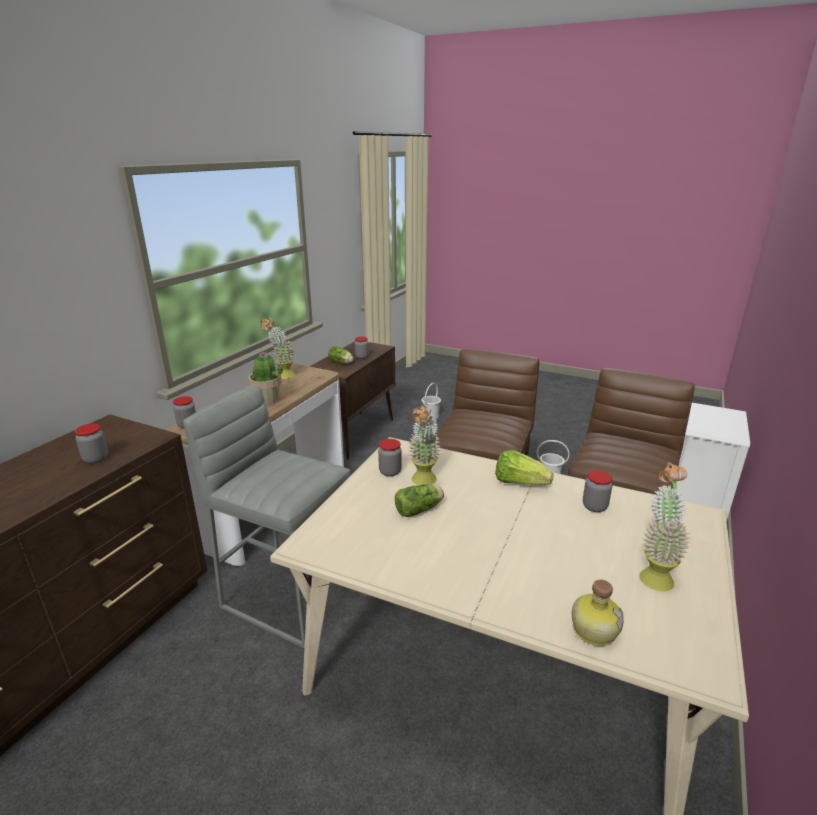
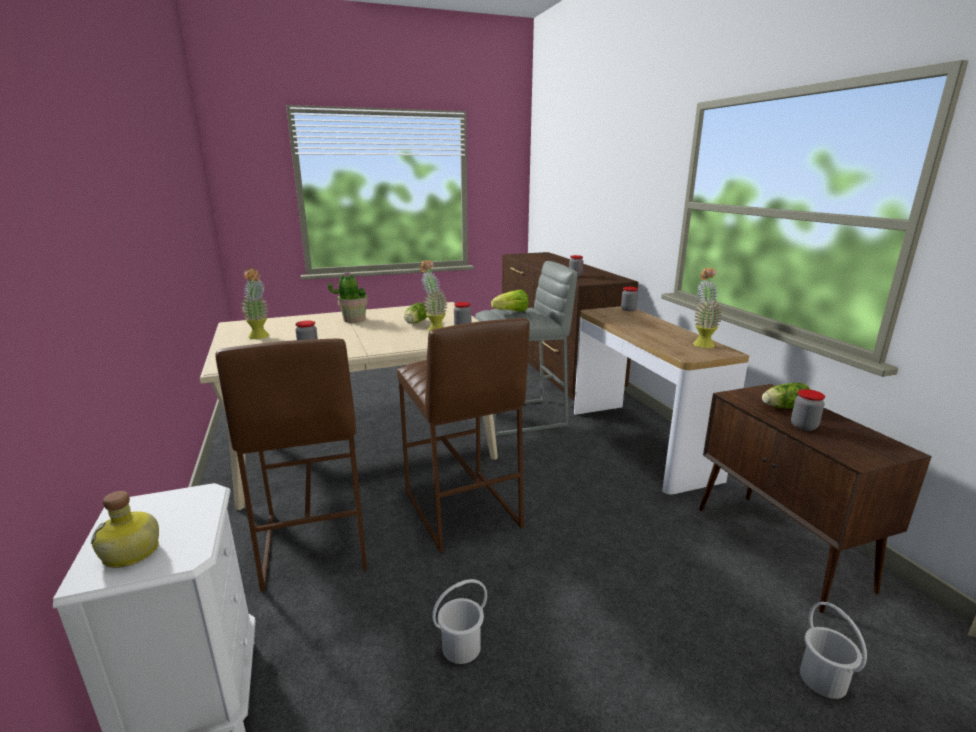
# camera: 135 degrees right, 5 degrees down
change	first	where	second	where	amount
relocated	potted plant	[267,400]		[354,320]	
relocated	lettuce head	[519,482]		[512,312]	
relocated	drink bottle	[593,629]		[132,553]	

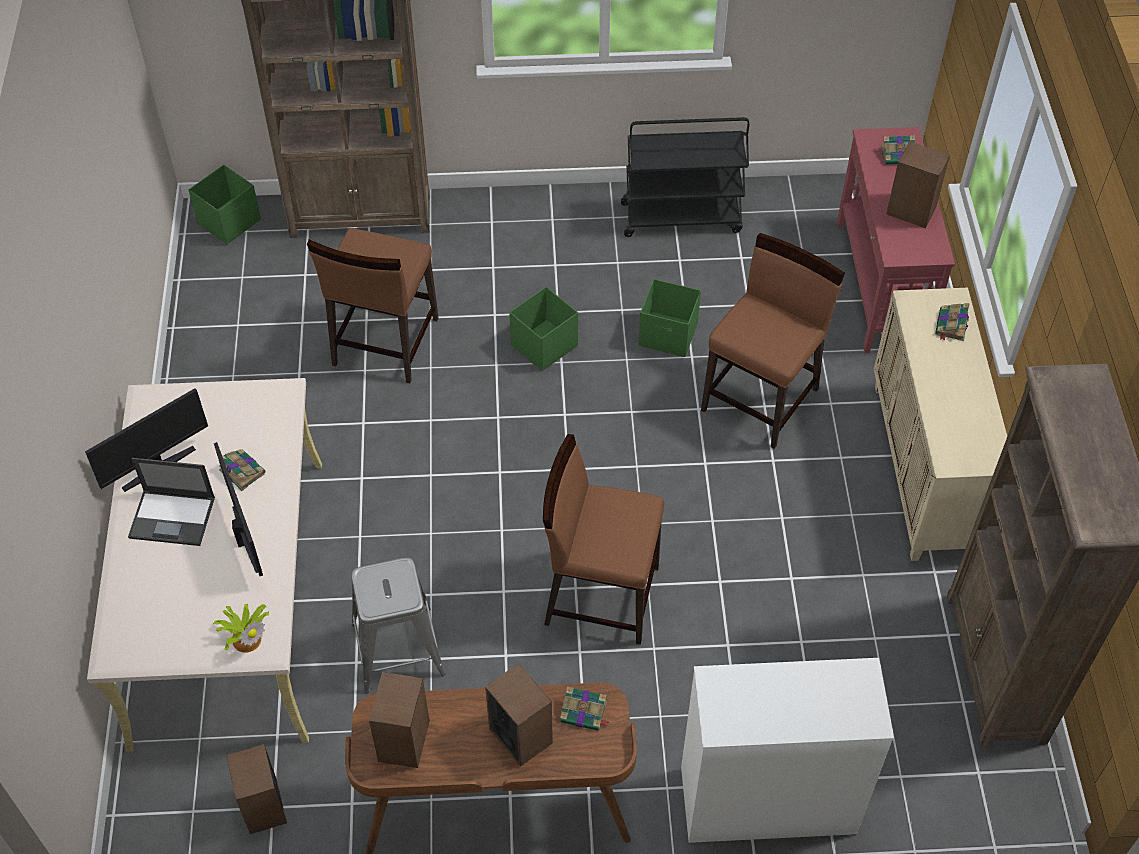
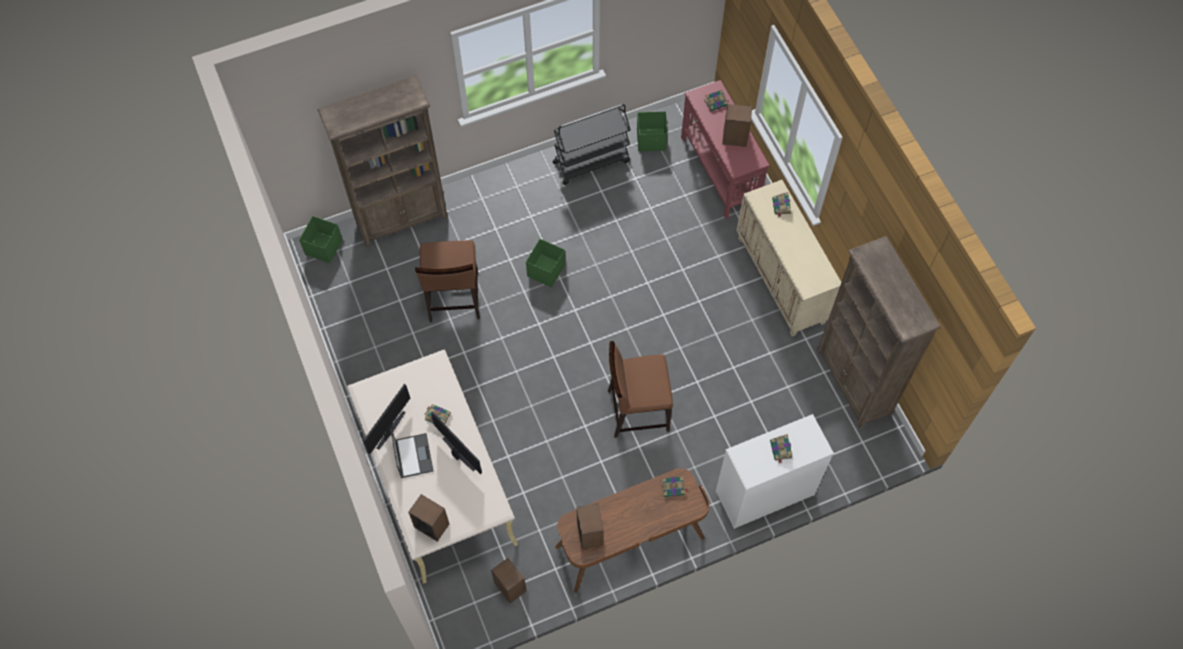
# camera: 20 degrees left, 10 degrees up
change	first	where	second	where	amount
missing	potted plant	[246,637]			
missing	stool (grey)	[397,649]			
missing	chair (brown)	[761,399]			
appeared			bound book	[781,450]	
relocated	audio speaker	[520,735]		[432,525]	
relocated	storage bin (green-coloured)	[668,335]		[651,140]	
spun	notebook computer	[173,517]		[413,455]	90 degrees counterclockwise

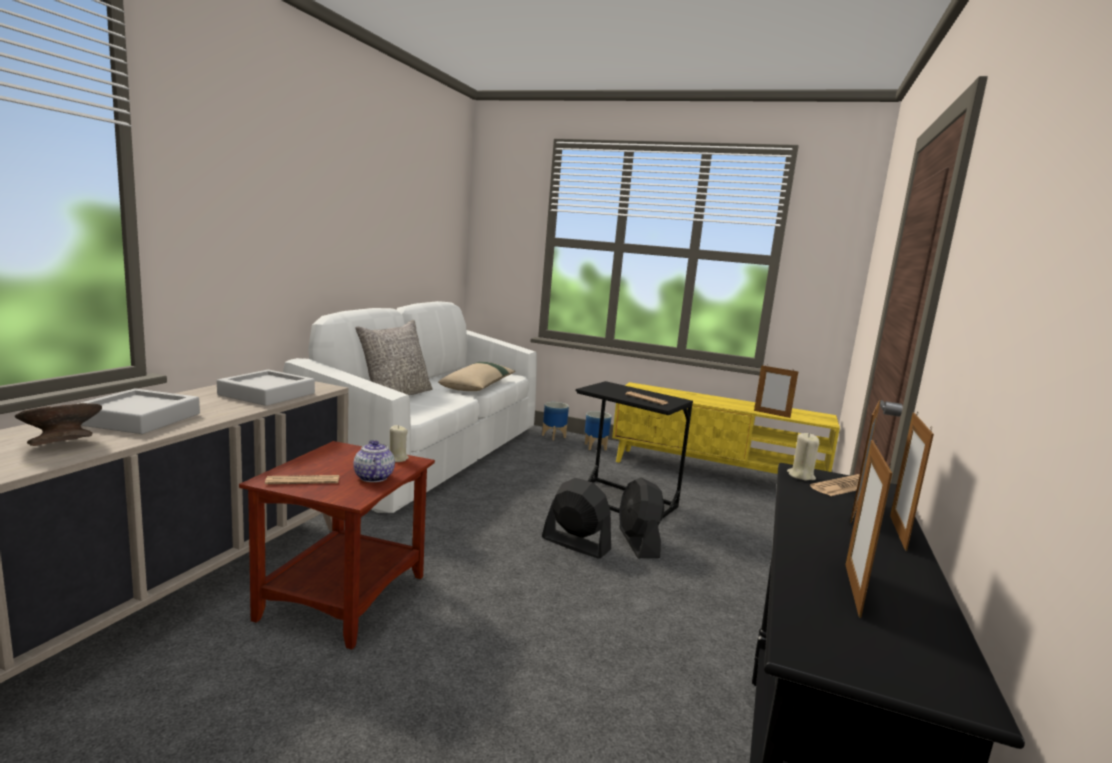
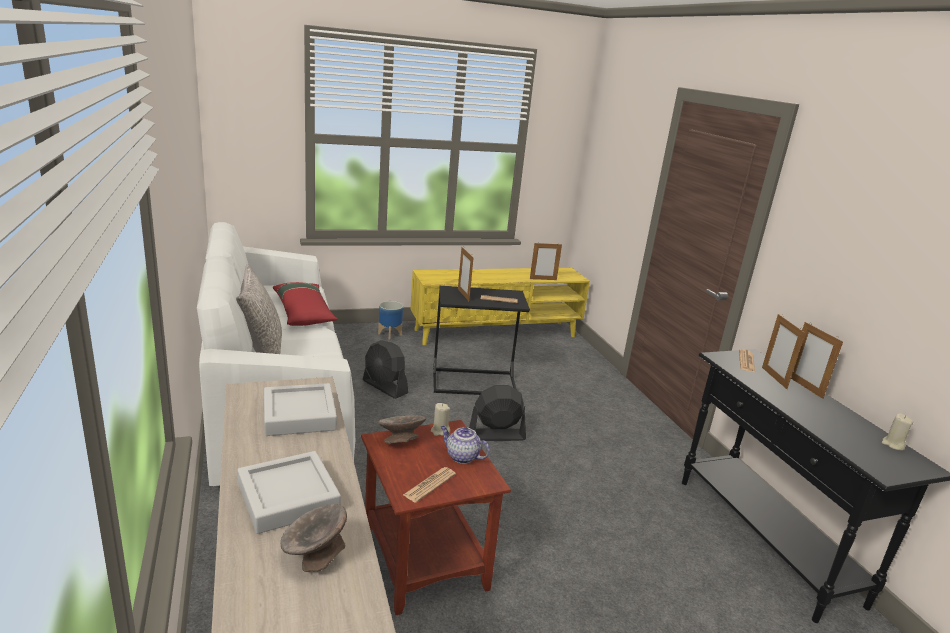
# camera: 40 degrees left, 10 degrees up
change	first	where	second	where	amount
missing	planter	[554,436]			
appeared			deep dish (grey)	[400,440]	
relocated	electric fan (blackish)	[638,542]		[385,387]	
relocated	wax candle (sand-coloured)	[801,476]		[893,444]	
relocated	standing frame	[852,589]		[463,295]	
colour	cushion (sand-coloured)	[478,386]	cushion (reddish)	[304,312]	

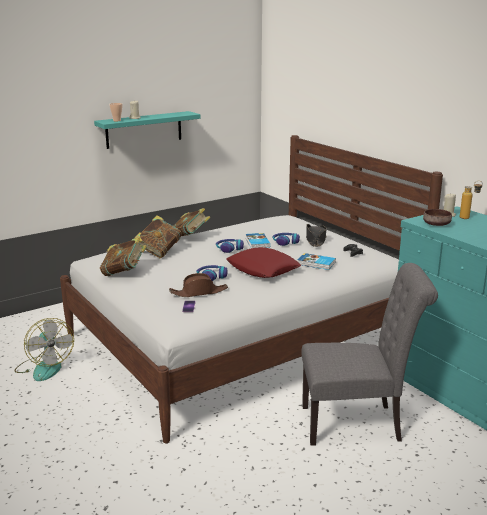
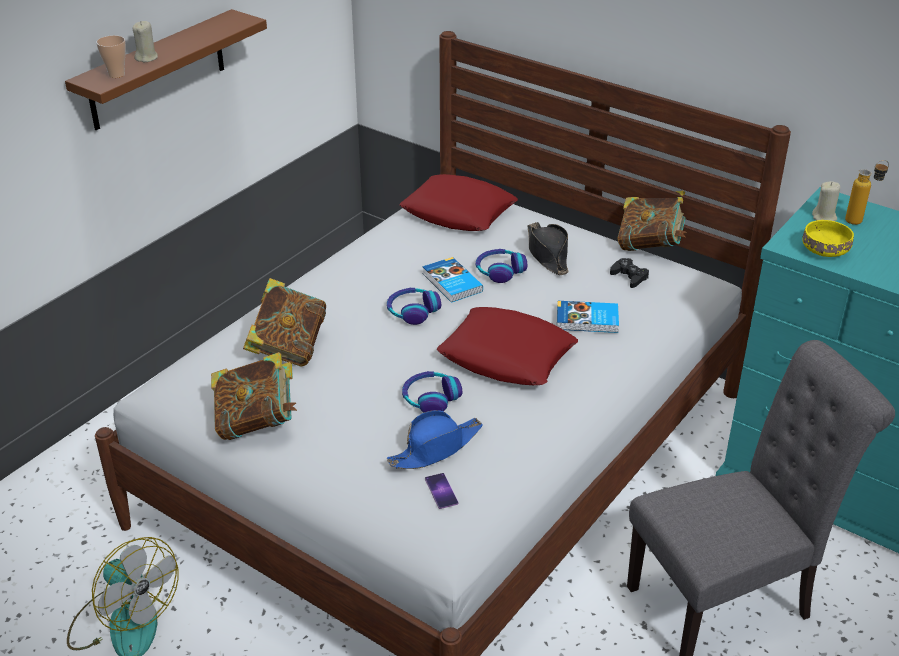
# camera: 20 degrees left, 15 degrees up
change	first	where	second	where	amount
appeared			cushion (reddish)	[458,212]	
relocated	bound book	[189,238]		[651,245]	
colour	shelf (turquoise-coloured)	[144,129]	shelf (brown)	[157,70]	
colour	clothing hat (brown)	[199,292]	clothing hat (blue)	[436,448]	
colour	deep dish (brown)	[436,224]	deep dish (yellow)	[824,250]	

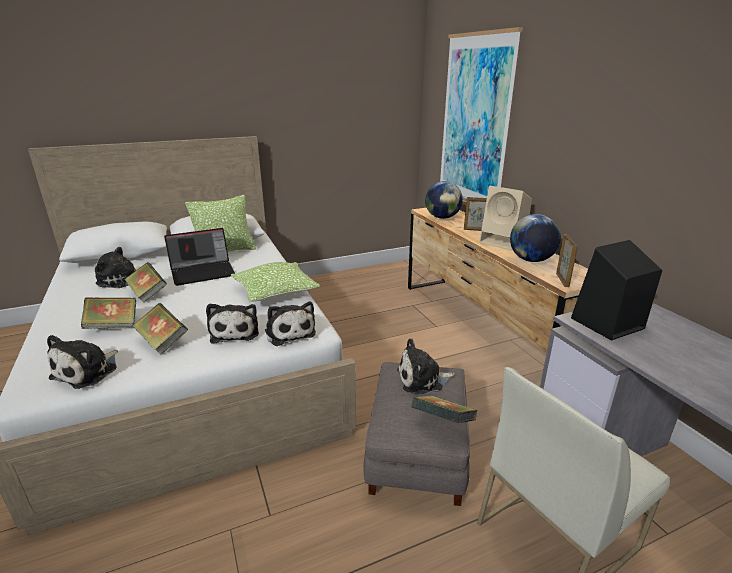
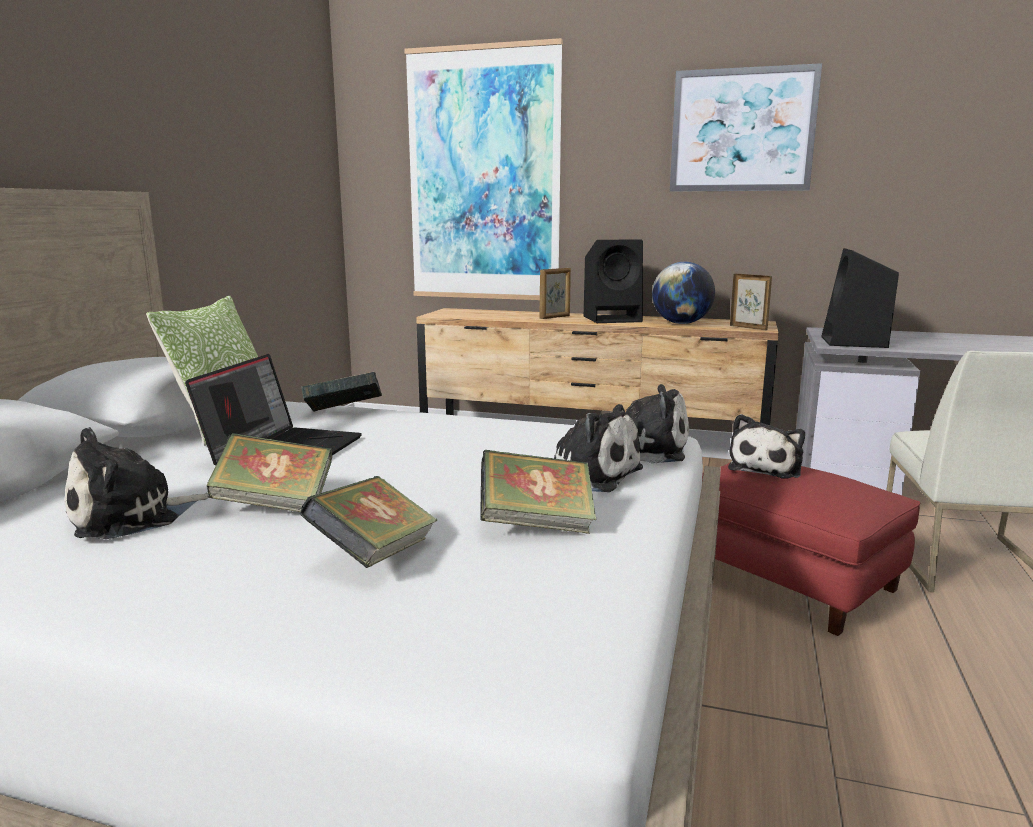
# camera: 50 degrees left, 10 degrees down
change	first	where	second	where	amount
missing	cuddly toy	[88,371]			
missing	cushion	[275,292]			
missing	desk globe	[442,217]			
appeared			picture	[742,130]	
relocated	bound book	[442,422]		[344,414]	
colour	footrest (grey)	[416,453]	footrest (reddish)	[784,580]	
colour	audio speaker (sand-coloured)	[503,242]	audio speaker (blackish)	[613,319]	

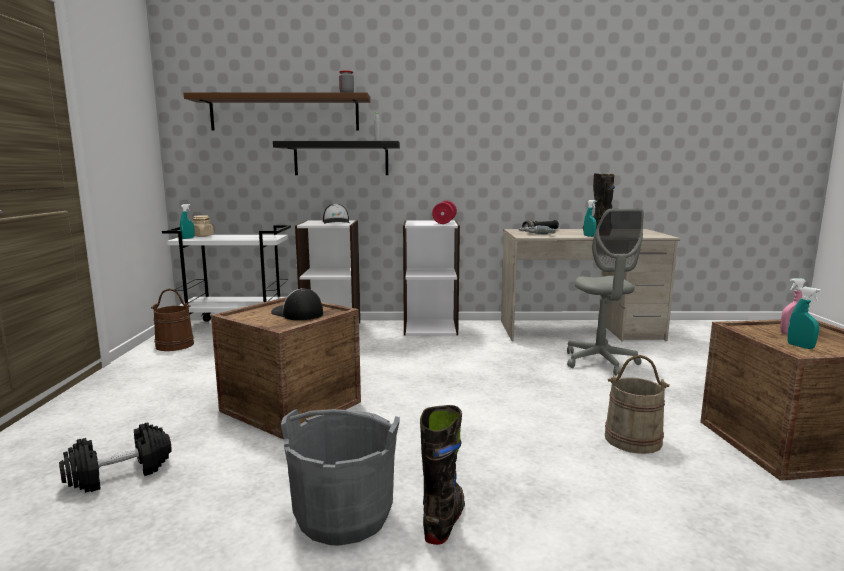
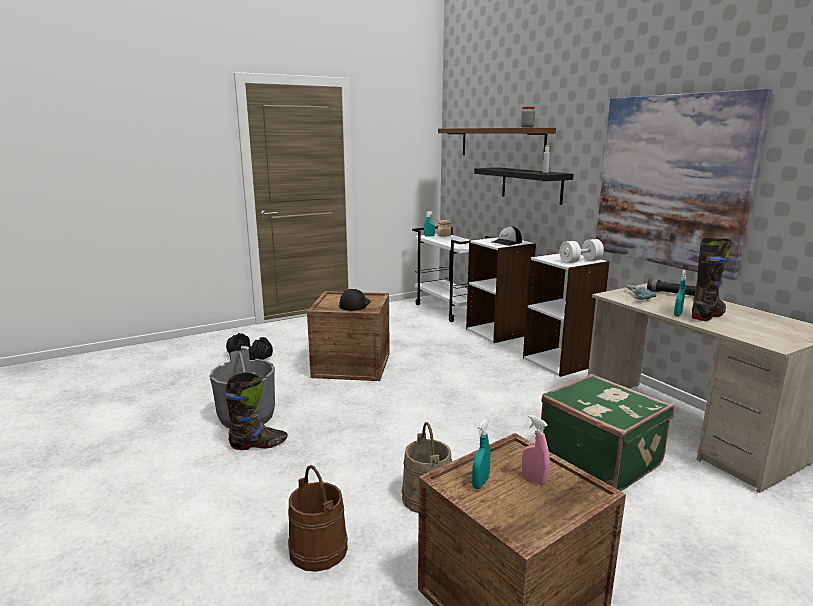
# camera: 60 degrees right, 5 degrees up
change	first	where	second	where	amount
appeared			picture	[671,181]	
relocated	bucket (brown)	[174,345]		[318,549]	
exchanged	office chair (grey)	[600,362]	piece of luggage (green-coloured)	[600,457]	
colour	dumbbell (reddish)	[444,222]	dumbbell (white)	[580,261]	

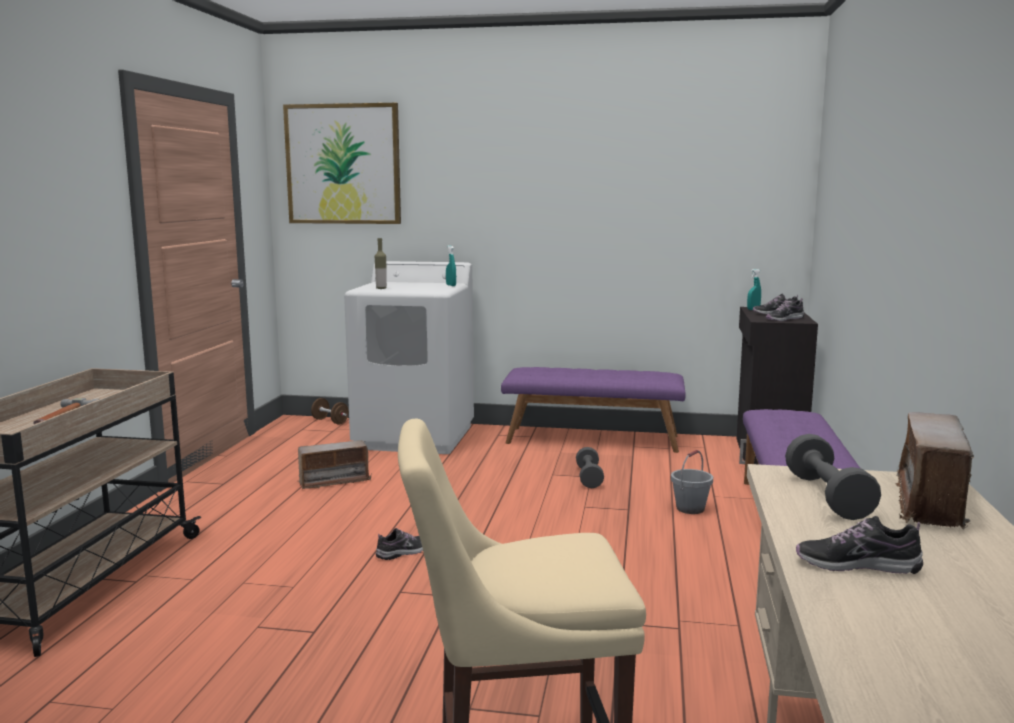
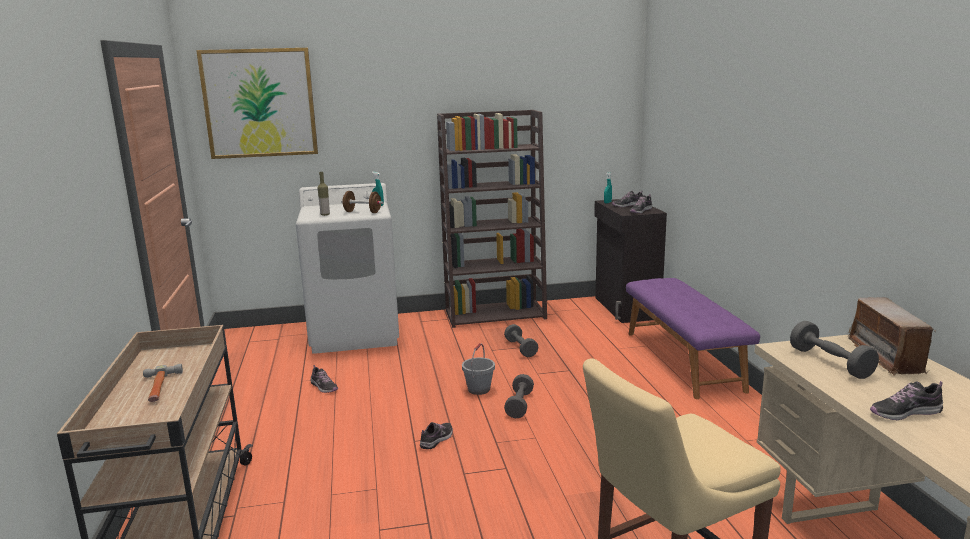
# camera: 20 degrees left, 5 degrees up
change	first	where	second	where	amount
appeared			dumbbell (grey)	[519,405]	
relocated	dumbbell (brown)	[330,421]		[362,212]	
relocated	bucket (grey)	[690,509]		[479,389]	
exchanged	radio receiver	[334,481]	shoe	[324,387]	
exchanged	bench (purplish)	[592,439]	bookcase (brown)	[496,314]	

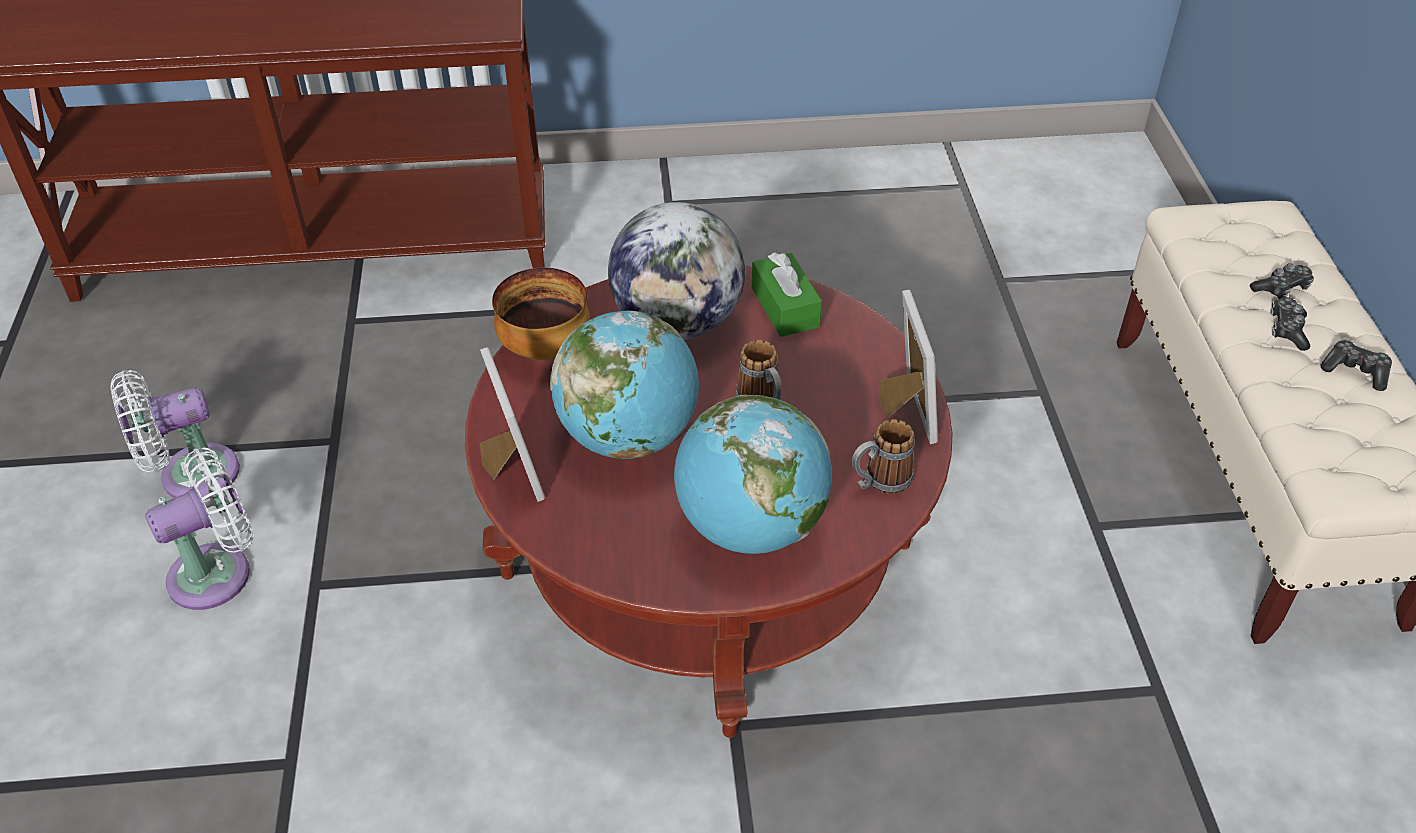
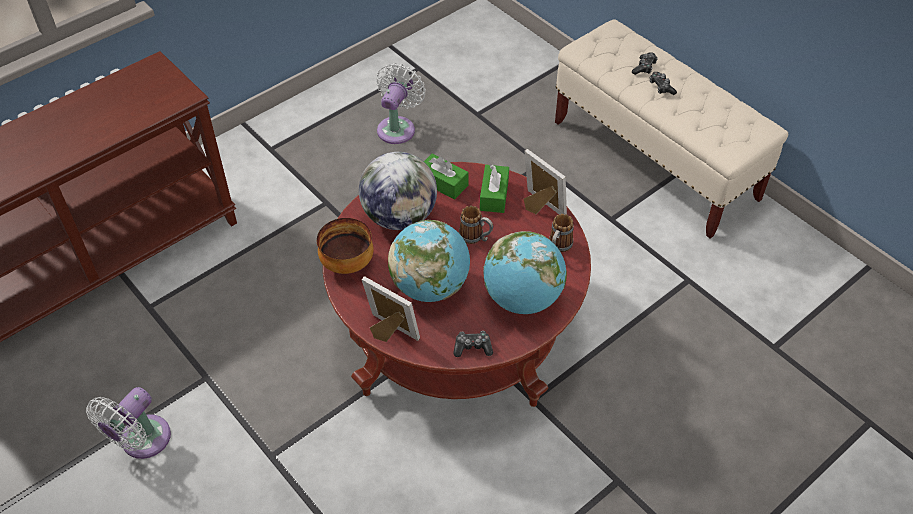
# camera: 35 degrees left, 5 degrees up
change	first	where	second	where	amount
appeared			tissue box (green-coloured)	[494,195]	
relocated	electric fan (white)	[218,573]		[398,127]	
relocated	joypad	[1355,371]		[472,347]	

